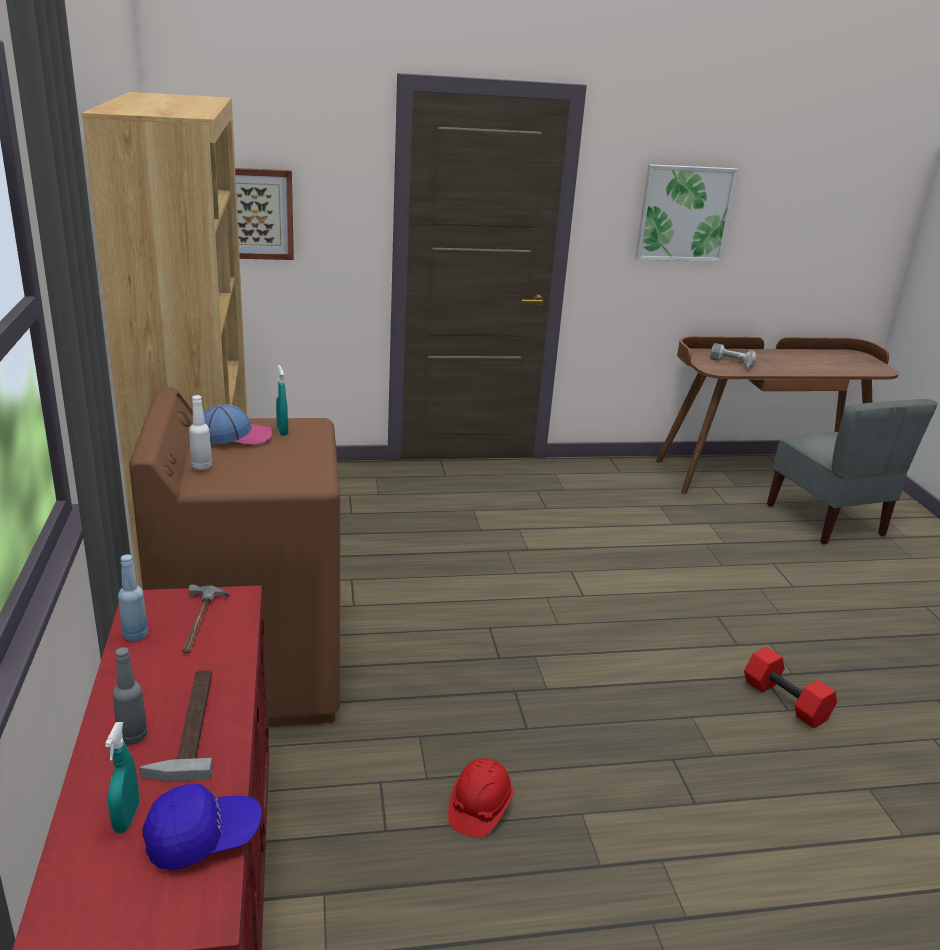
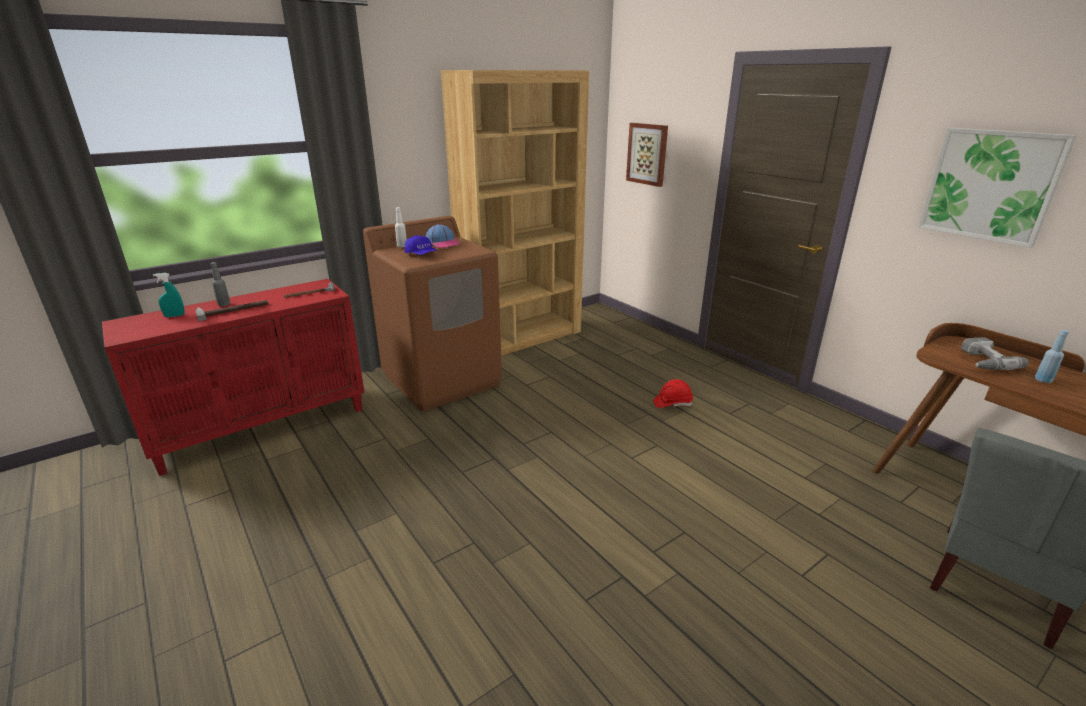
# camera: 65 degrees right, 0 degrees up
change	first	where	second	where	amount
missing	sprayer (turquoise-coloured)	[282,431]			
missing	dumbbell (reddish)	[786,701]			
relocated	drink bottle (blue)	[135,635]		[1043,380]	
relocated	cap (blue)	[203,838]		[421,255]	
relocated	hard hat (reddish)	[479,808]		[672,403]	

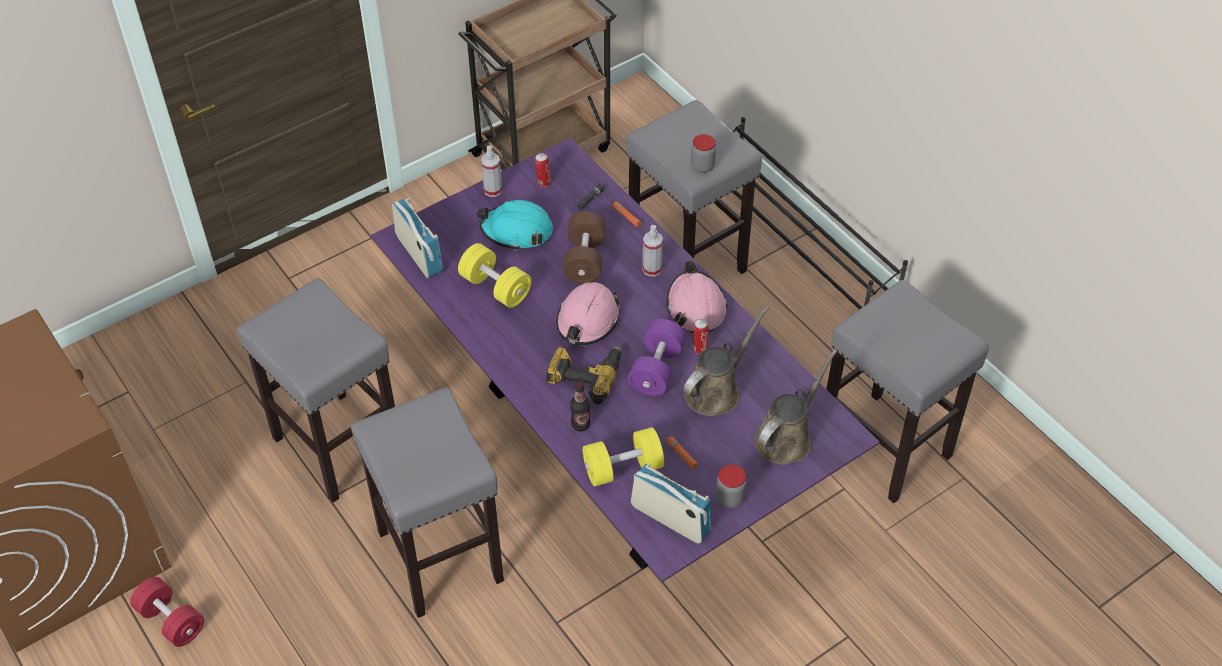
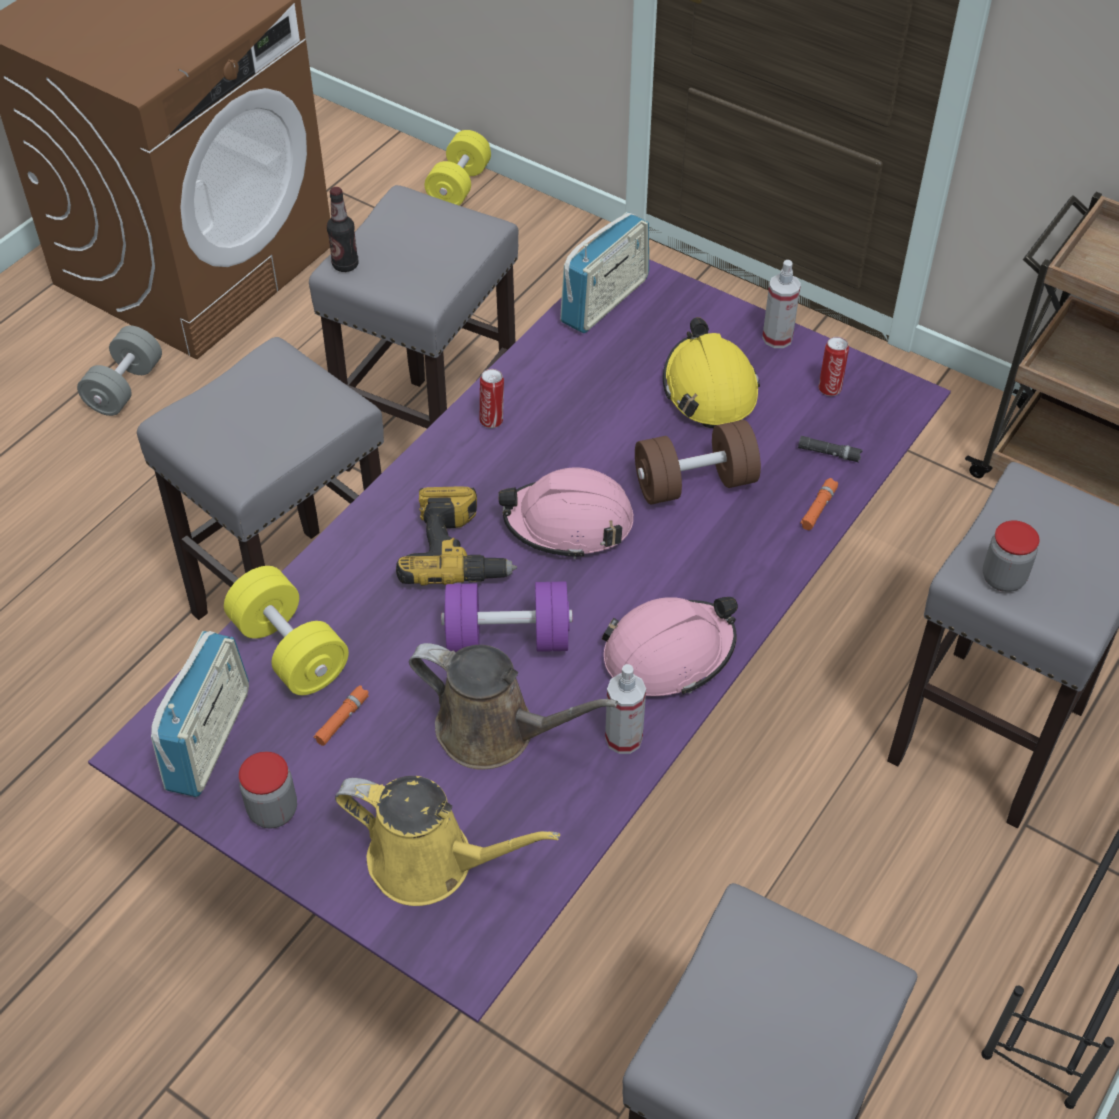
# camera: 70 degrees right, 0 degrees up
change	first	where	second	where	amount
relocated	dumbbell (yellow)	[495,287]		[459,186]	
relocated	drink bottle	[580,425]		[345,265]	
relocated	sprayer	[652,269]		[623,738]	
relocated	sealed can	[699,348]		[492,420]	
colour	dumbbell (reddish)	[171,620]	dumbbell (grey)	[125,387]	
colour	hard hat (turquoise-coloured)	[517,231]	hard hat (yellow)	[709,389]	
colour	sprinkling can (brown)	[786,437]	sprinkling can (yellow)	[431,862]	

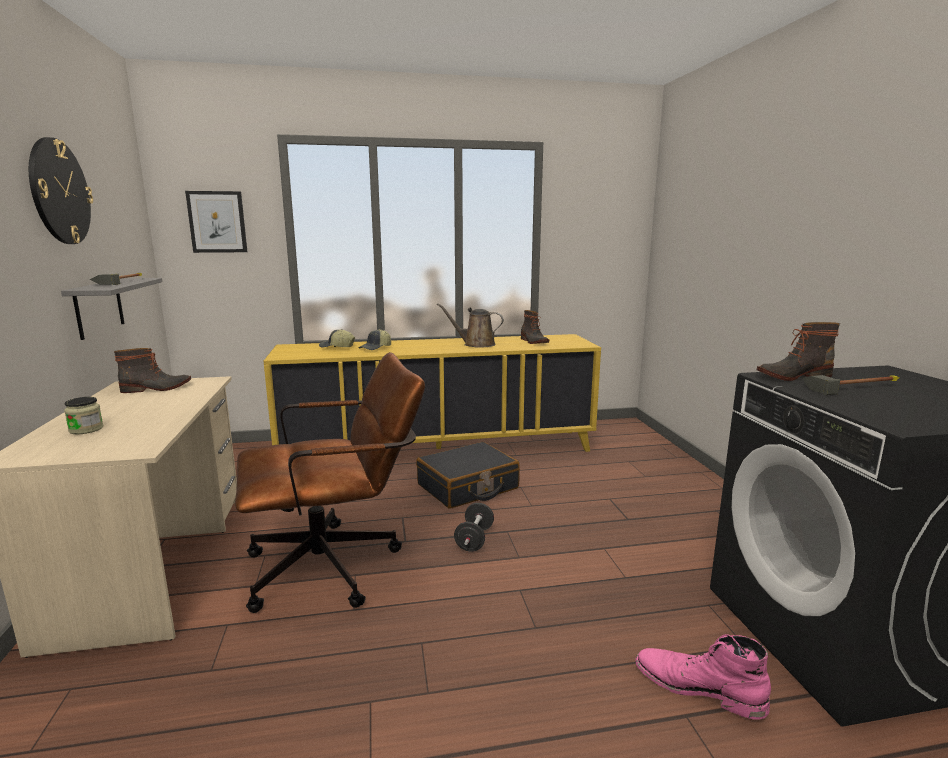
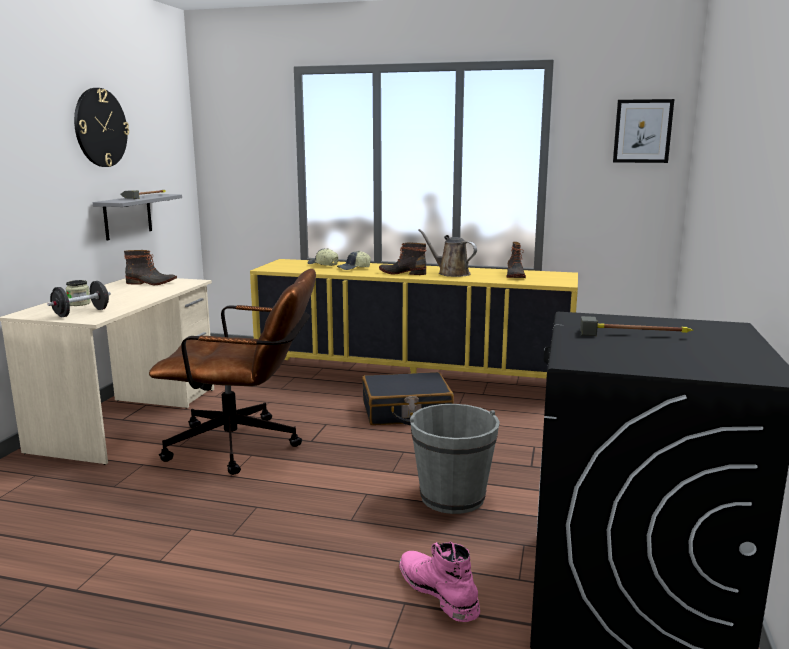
# camera: 25 degrees right, 0 degrees up
change	first	where	second	where	amount
appeared			bucket (grey)	[452,497]	
relocated	picture	[217,222]		[642,131]	
relocated	dumbbell (blackish)	[474,539]		[81,313]	
relocated	boot	[792,376]		[402,273]	

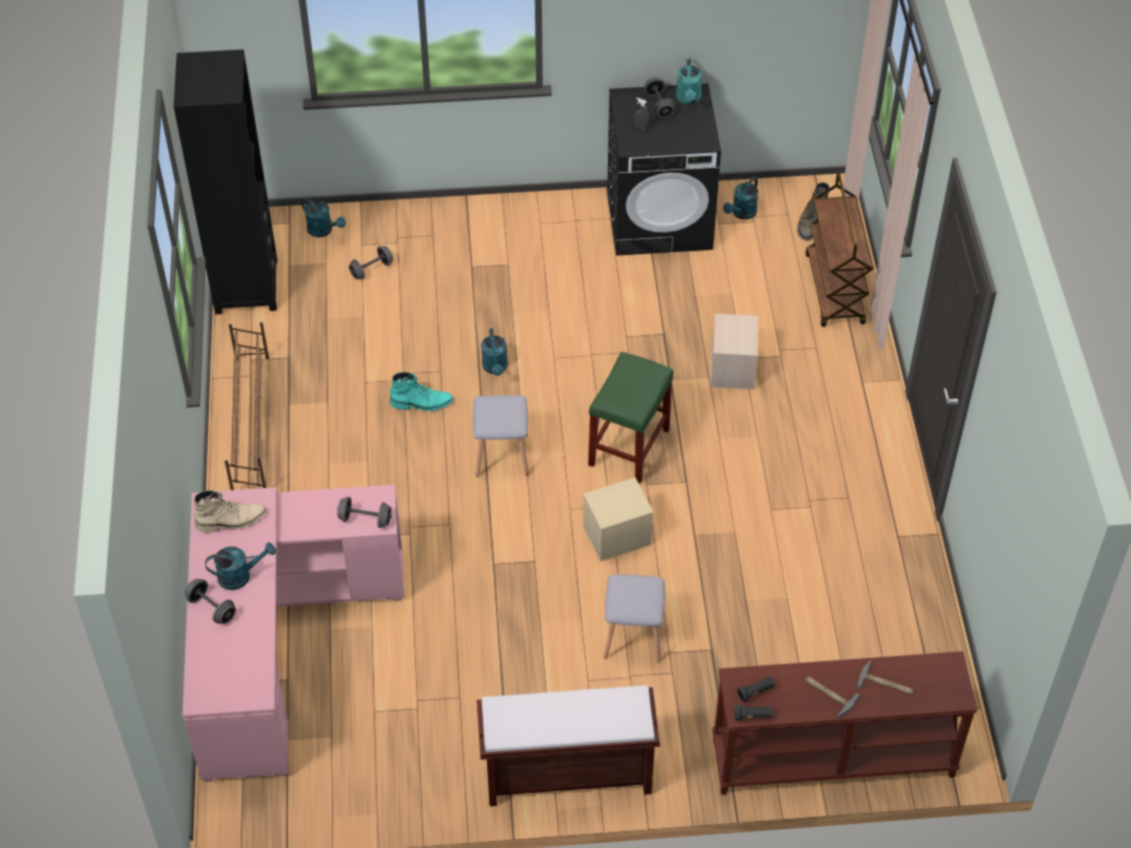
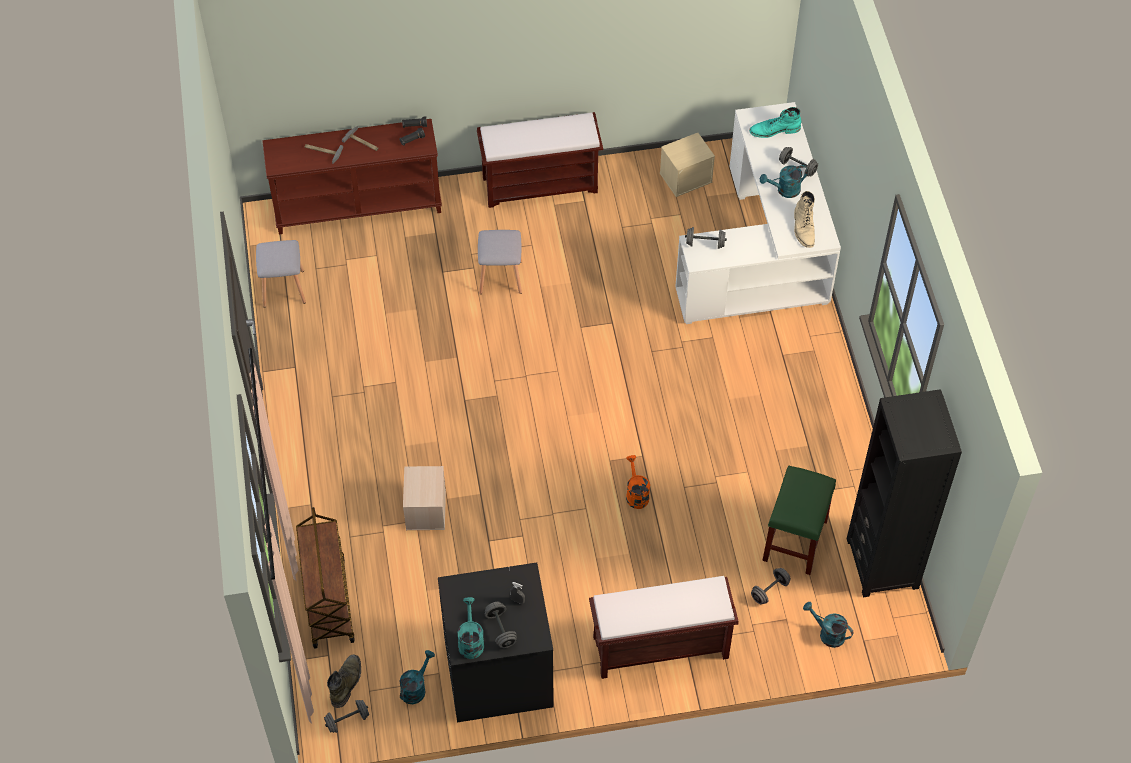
# camera: 175 degrees right, 5 degrees up
change	first	where	second	where	amount
missing	shoe shelf (brown)	[251,423]			
appeared			dumbbell (grey)	[347,720]	
appeared			bench (brown)	[659,648]	
relocated	boot (turquoise-coloured)	[422,403]		[774,130]	
relocated	stool (grey)	[502,456]		[283,288]	
relocated	storage bin (sand-coloured)	[616,536]		[686,177]	
relocated	stool (green-coloured)	[629,446]		[795,541]	
colour	desk unit (pink-coloured)	[274,643]	desk unit (white)	[763,253]	
colour	sprinkling can (turquoise-coloured)	[495,368]	sprinkling can (orangey)	[636,494]	
spun	boot (sand-coloured)	[231,521]		[803,228]	75 degrees counterclockwise

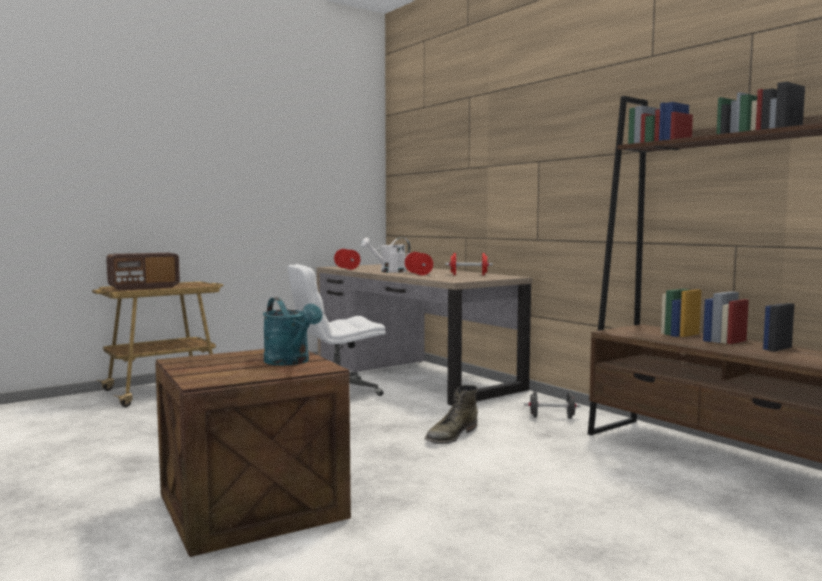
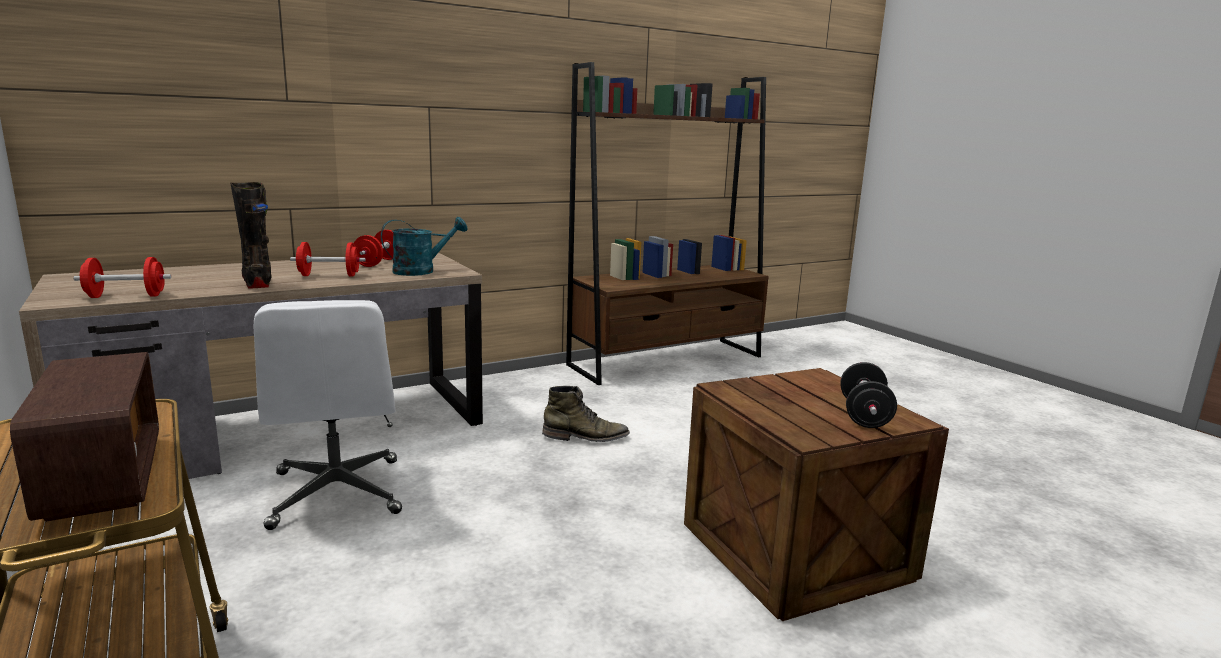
# camera: 85 degrees left, 10 degrees up
change	first	where	second	where	amount
relocated	sprinkling can (turquoise-coloured)	[291,362]		[421,271]	
relocated	dumbbell (blackish)	[551,417]		[864,415]	
exchanged	sprinkling can (white)	[389,271]	boot (blackish)	[257,283]	
spun	boot (green-coloured)	[451,435]		[586,437]	45 degrees counterclockwise

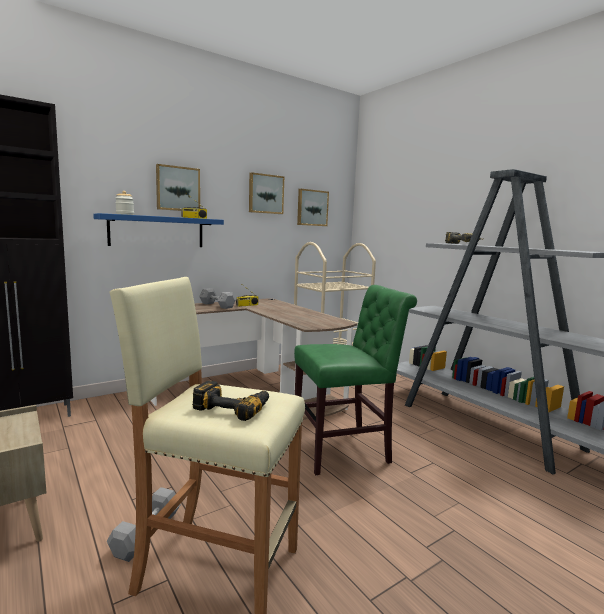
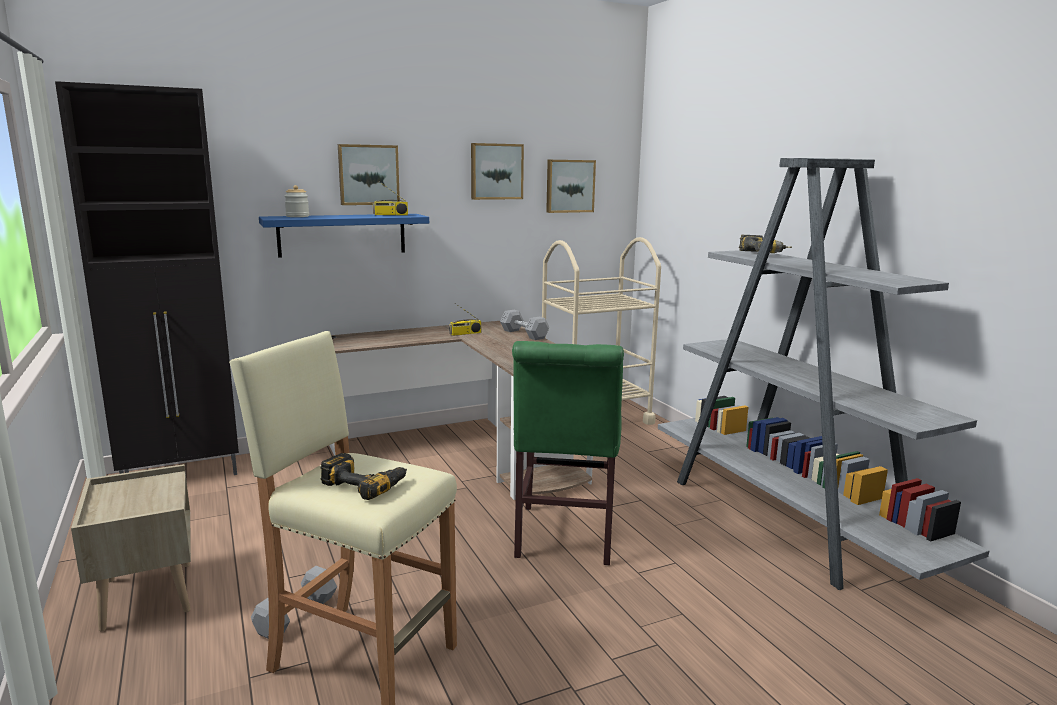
# camera: 10 degrees right, 5 degrees up
change	first	where	second	where	amount
relocated	dumbbell (grey)	[217,305]		[524,334]	
spun	chair (green-coloured)	[345,450]		[564,538]	105 degrees clockwise

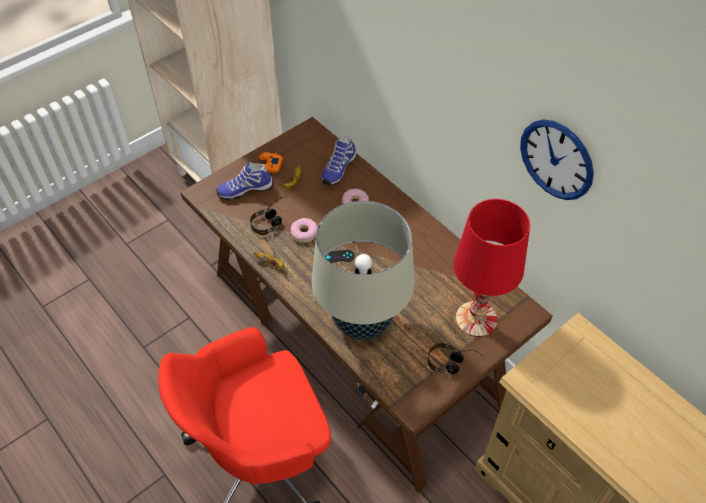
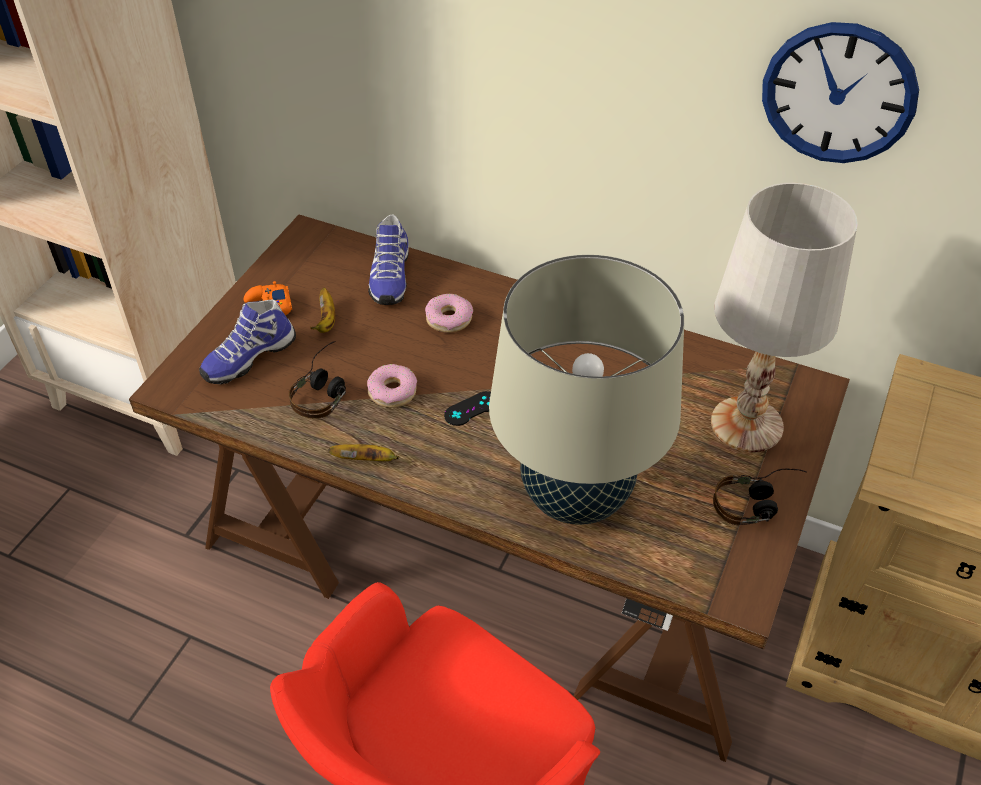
# camera: 25 degrees left, 5 degrees down
change	first	where	second	where	amount
colour	lamp for a table (reddish)	[476,319]	lamp for a table (white)	[747,425]	

